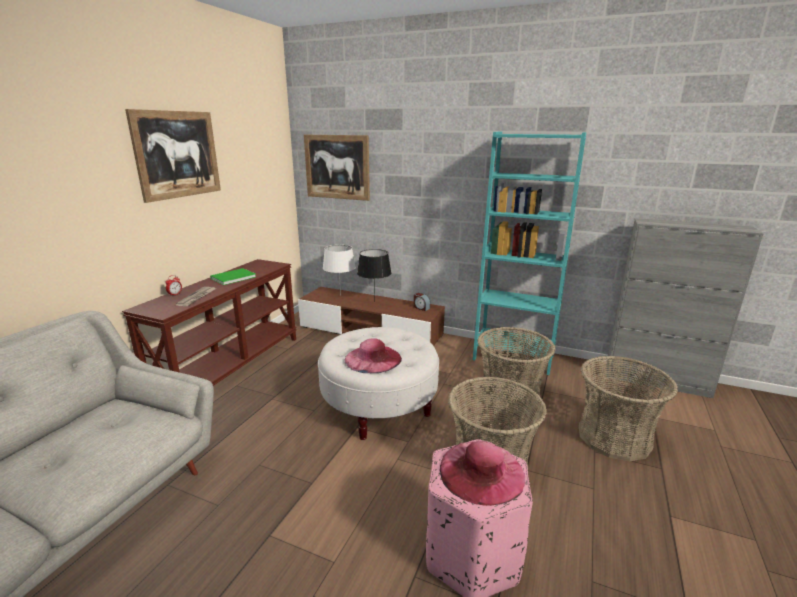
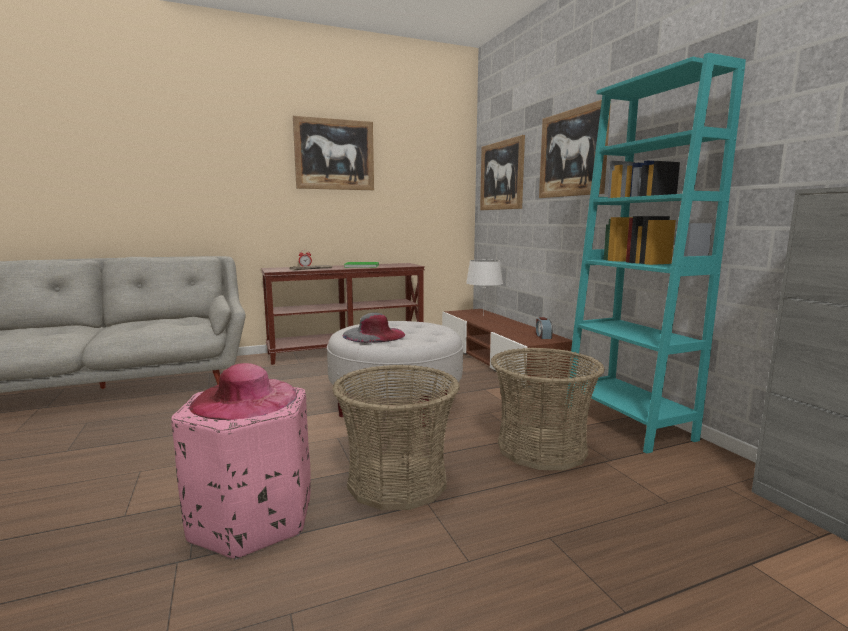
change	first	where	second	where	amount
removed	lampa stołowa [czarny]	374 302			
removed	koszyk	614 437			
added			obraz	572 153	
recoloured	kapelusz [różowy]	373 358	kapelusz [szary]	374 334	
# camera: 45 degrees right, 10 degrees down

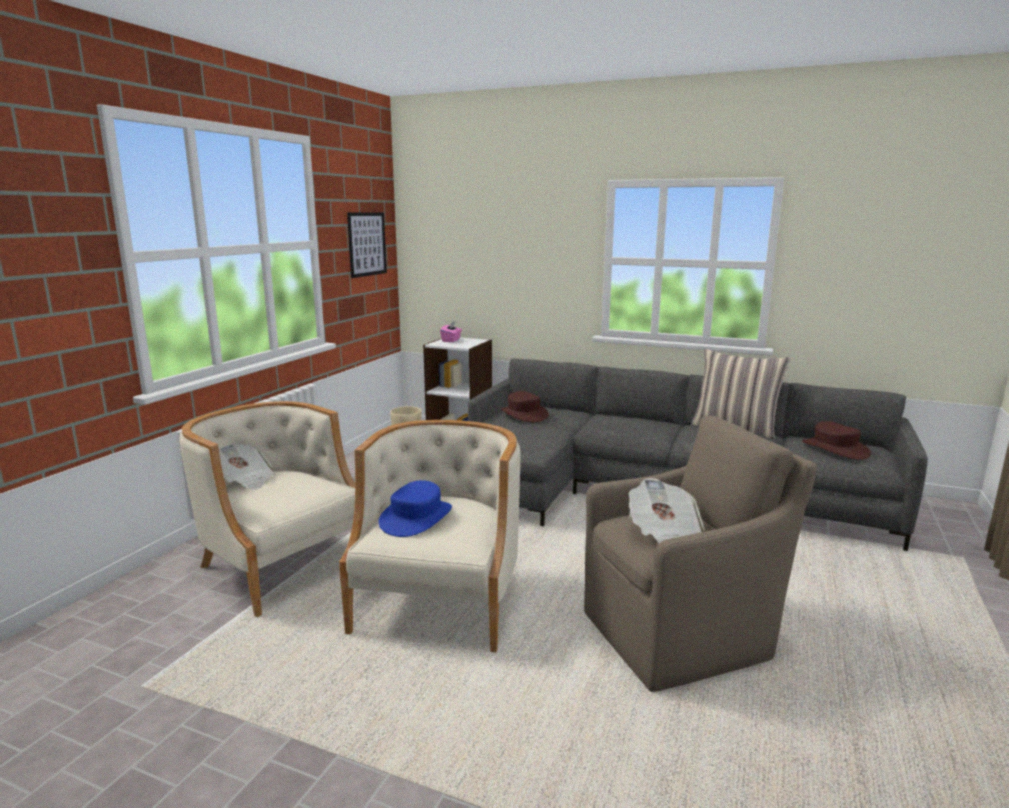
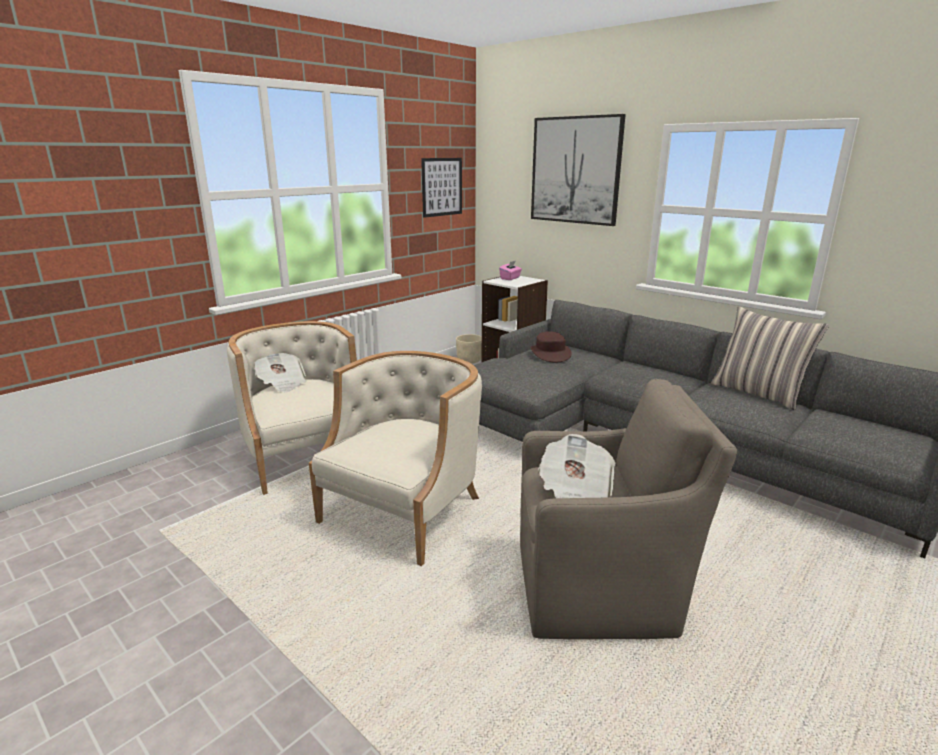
change	first	where	second	where	amount
removed	kapelusz [niebieski]	416 518			
removed	kapelusz [brązowy]	835 449			
added			obraz	575 170	
# camera: 20 degrees right, 5 degrees up

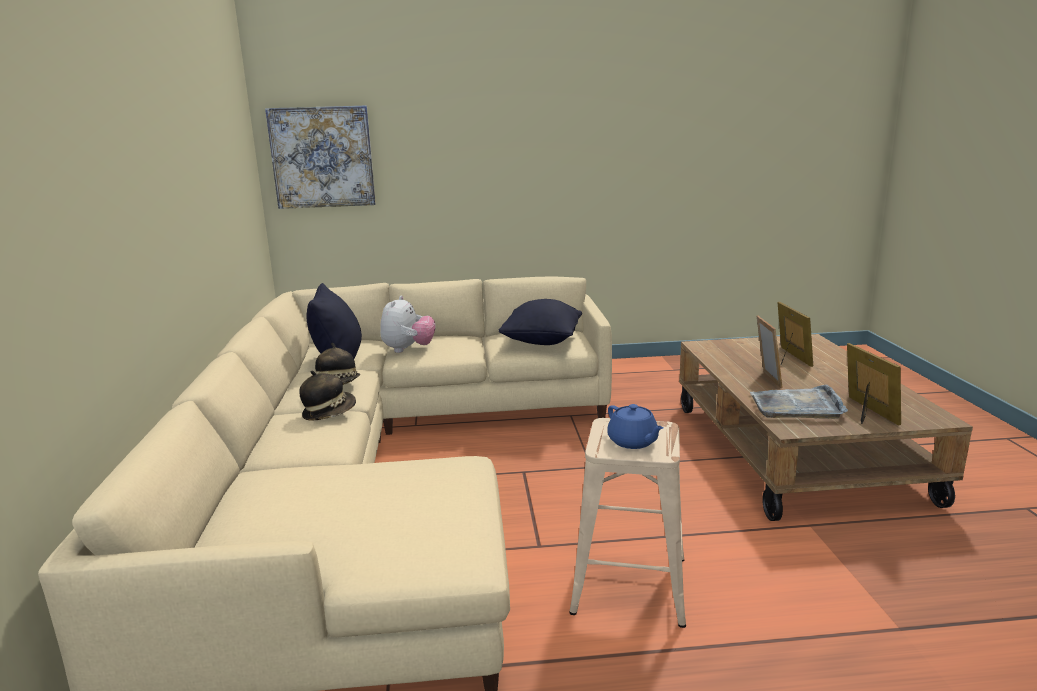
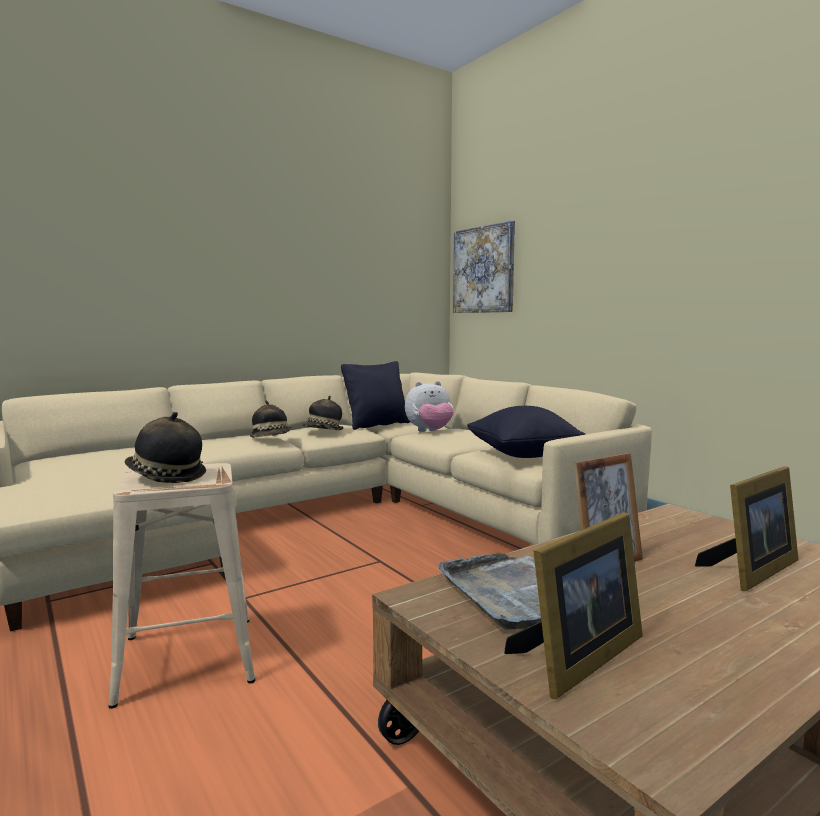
change	first	where	second	where	amount
replaced	imbryk [niebieski]	633 442	kapelusz	165 477	
# camera: 60 degrees right, 10 degrees down

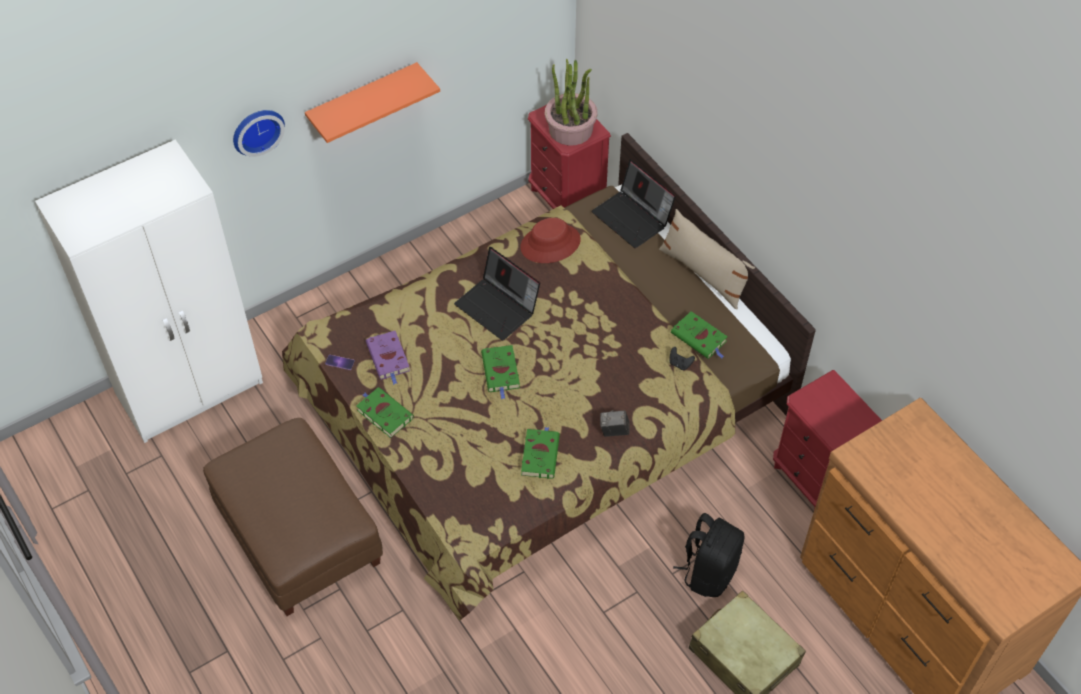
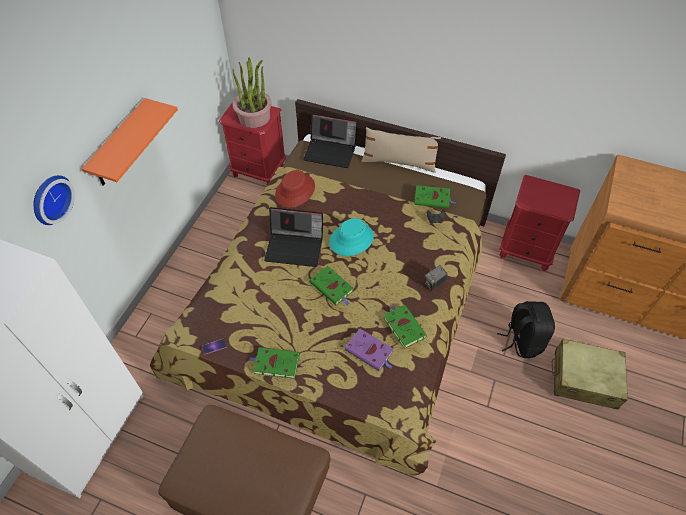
change	first	where	second	where	amount
added			kapelusz [turkusowy]	351 239	
moved	książka [fioletowy]	389 358		370 351	
# camera: 35 degrees left, 0 degrees up

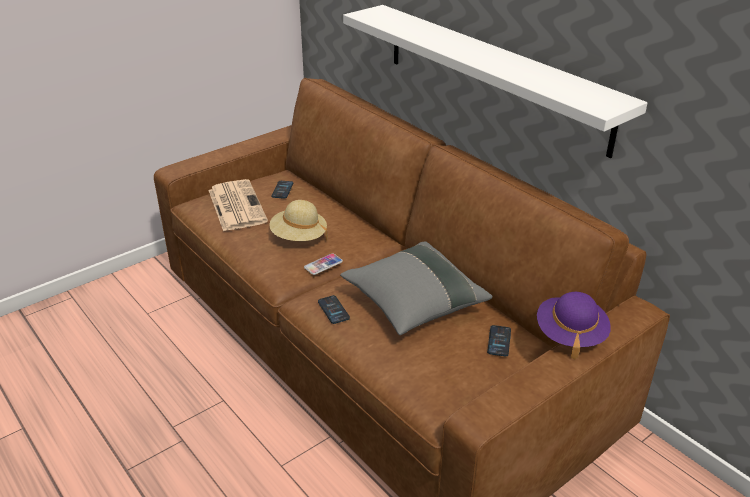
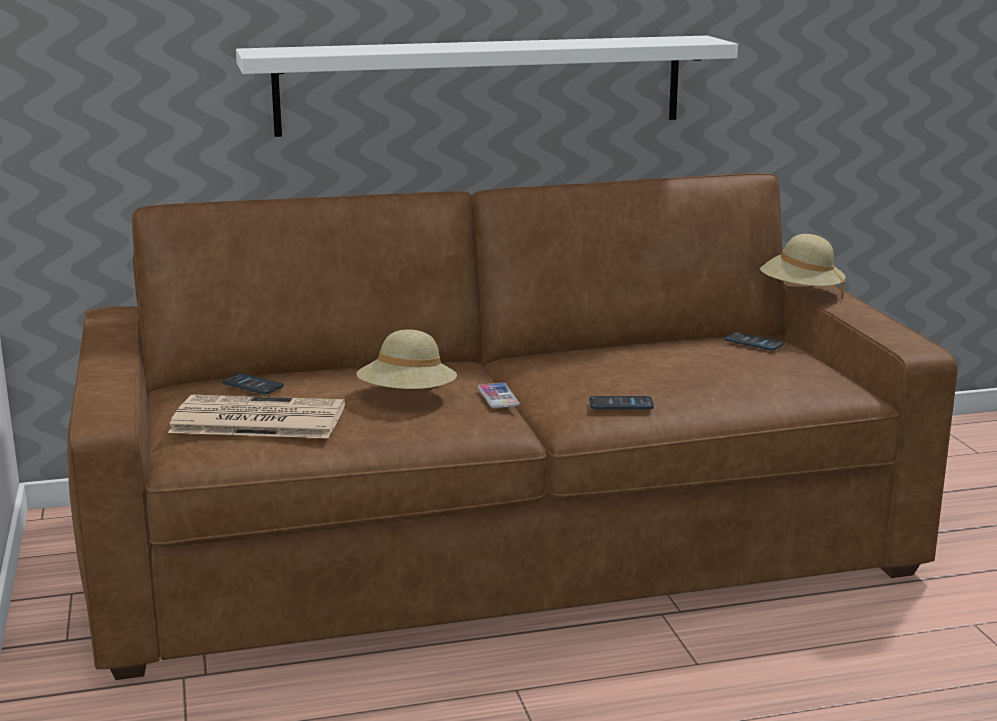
change	first	where	second	where	amount
removed	poduszka [szary]	413 303			
recoloured	kapelusz [fioletowy]	570 334	kapelusz [beżowy]	800 293	
# camera: 65 degrees left, 15 degrees down

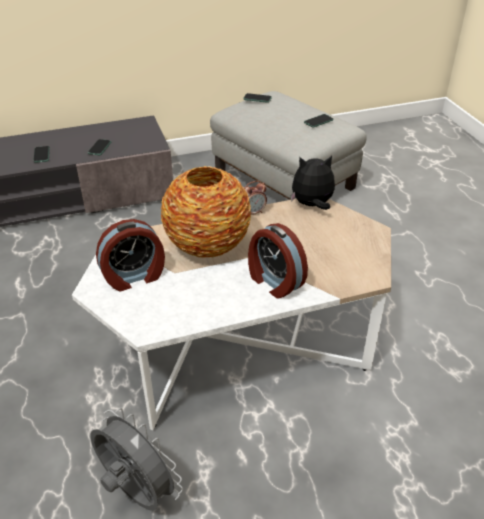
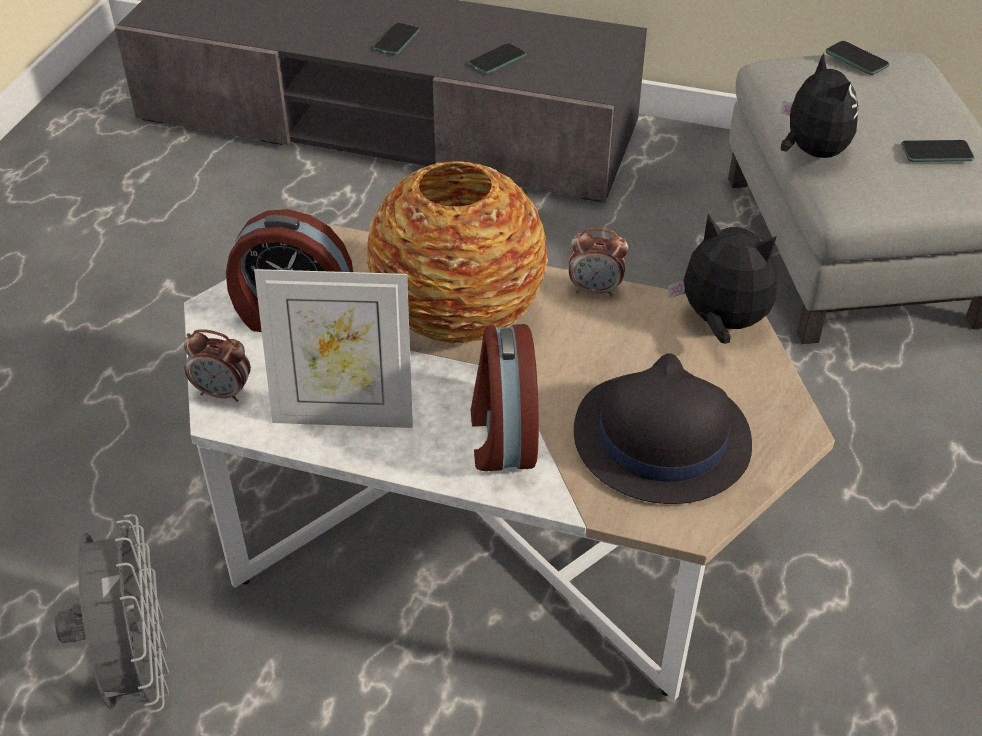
change	first	where	second	where	amount
added			budzik	223 392	
added			ramka na zdjęcie	344 414	
added			kapelusz [czarny]	660 438	
added			pluszak	811 152	
# camera: 35 degrees right, 5 degrees up

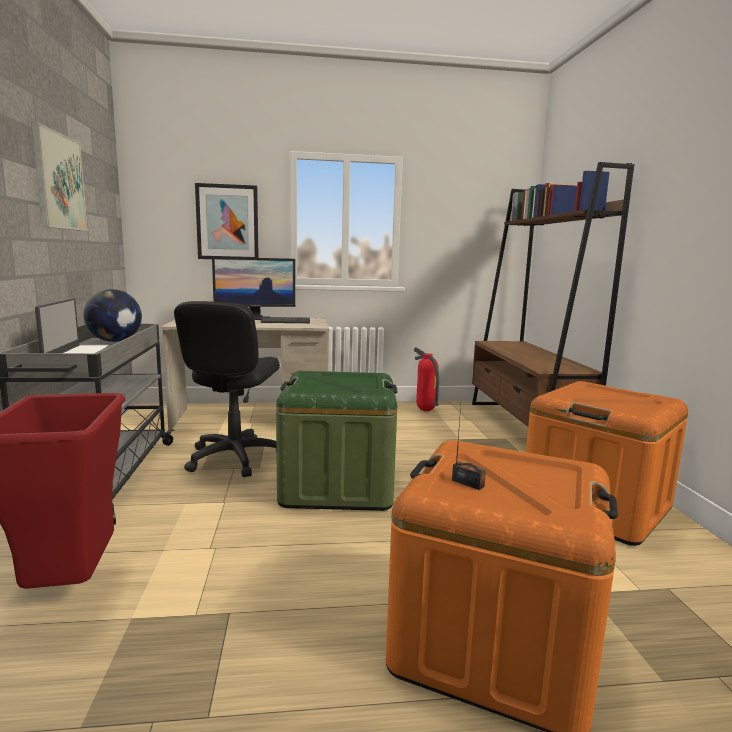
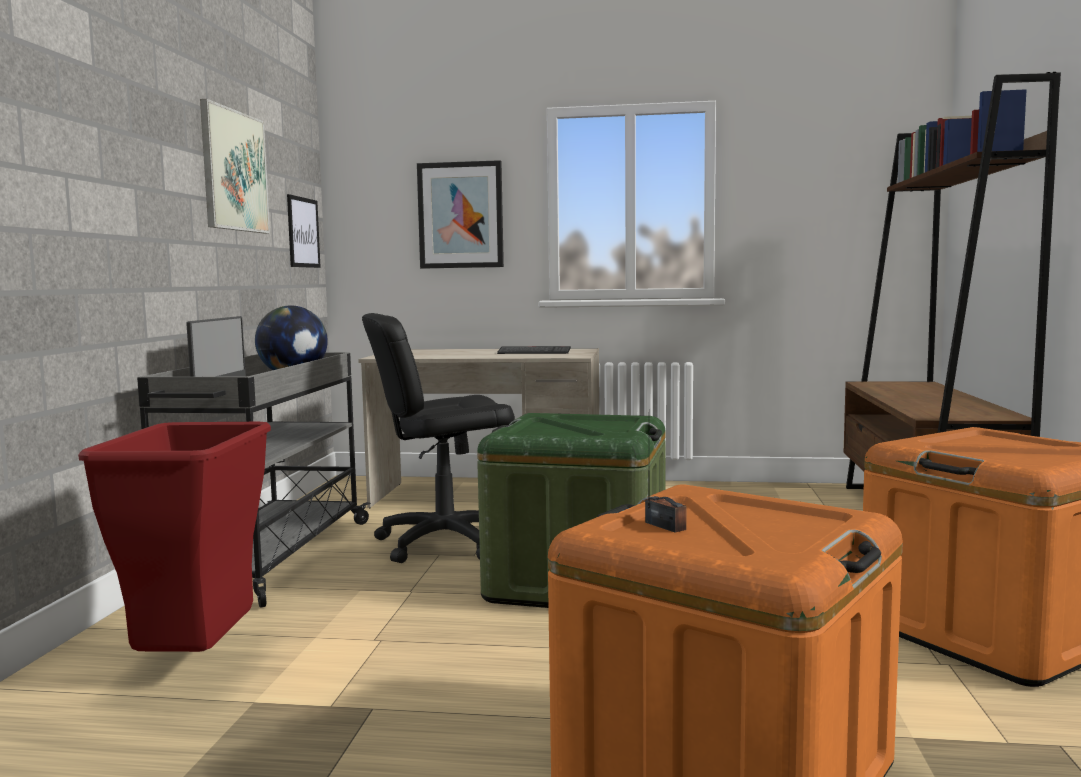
change	first	where	second	where	amount
removed	monitor	255 318			
removed	gaśnica	425 410			
added			obraz	303 232	
turned	krzesło biurowe [czarny]	234 458		444 542	45 degrees clockwise
# camera: 15 degrees right, 5 degrees down

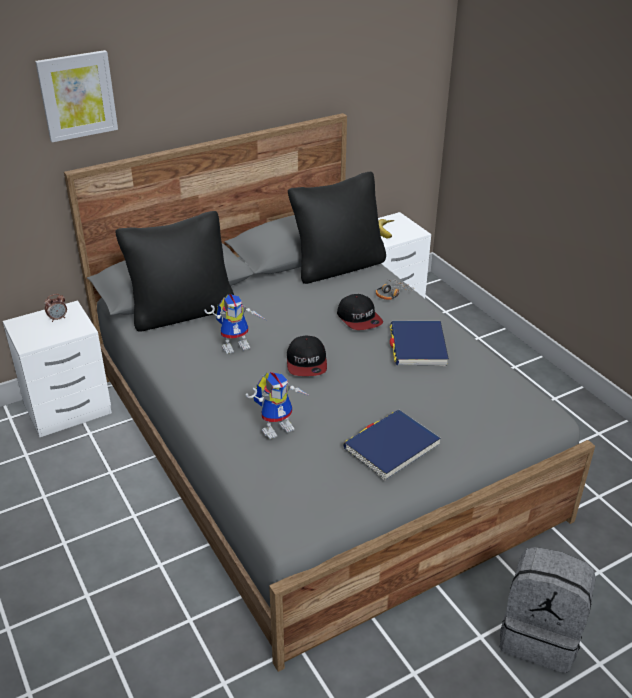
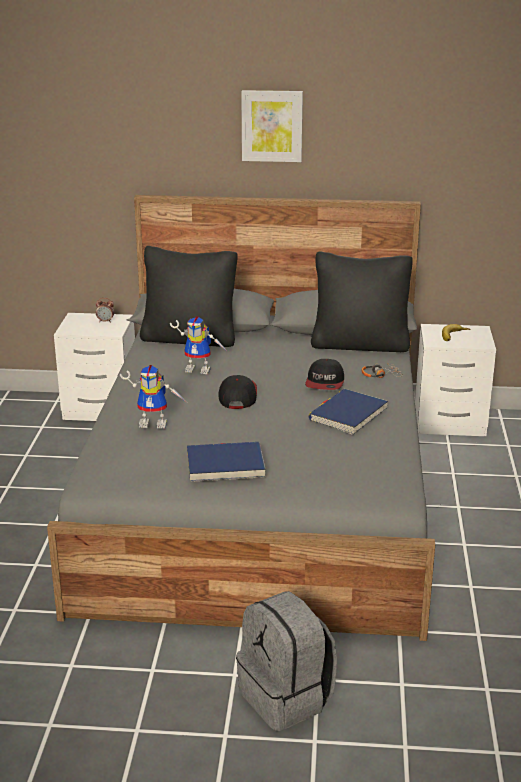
change	first	where	second	where	amount
moved	obraz	77 95		272 126	
turned	czapka z daszkiem	307 363		237 395	150 degrees clockwise
# camera: 35 degrees right, 10 degrees down

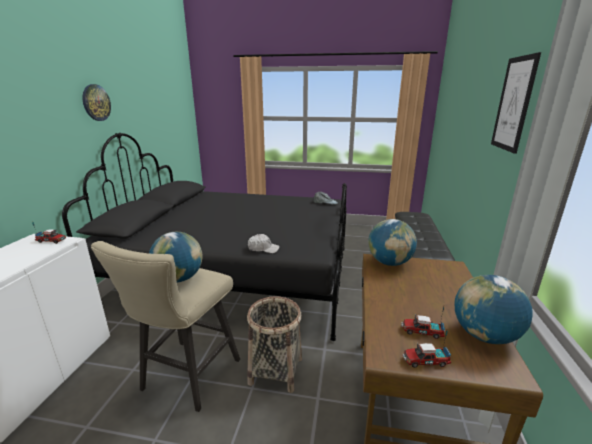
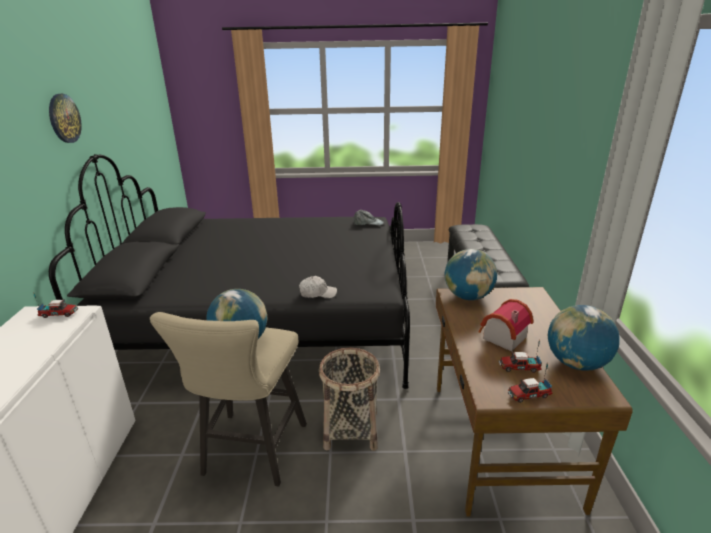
change	first	where	second	where	amount
removed	obraz	513 104			
added			domek	501 337	
# camera: 10 degrees left, 5 degrees up

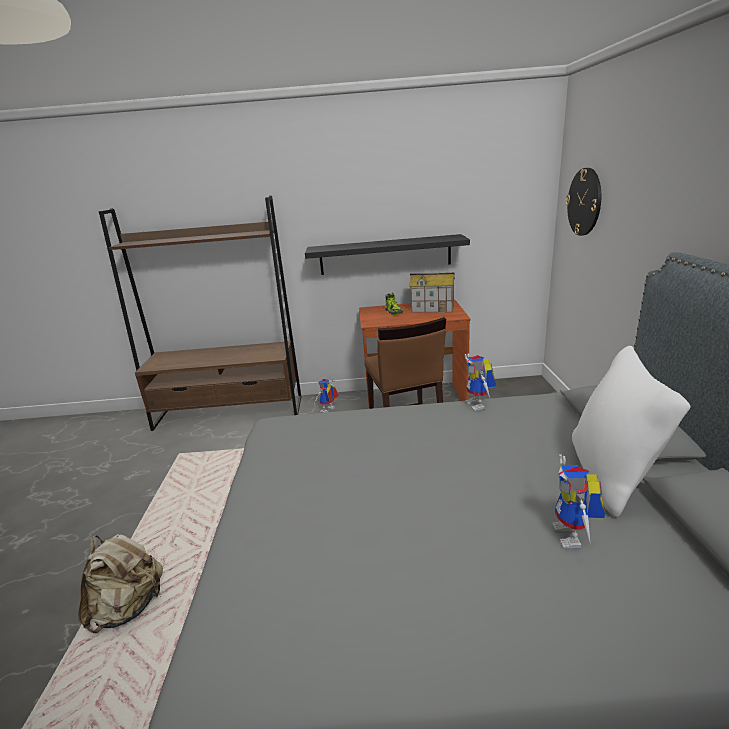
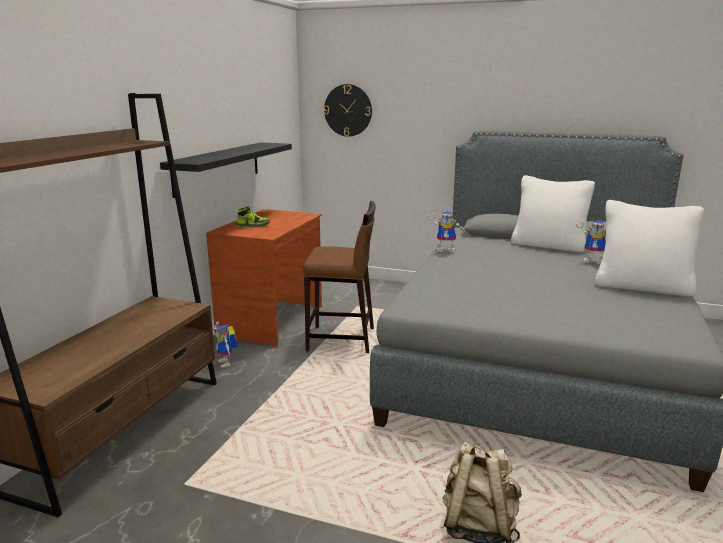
change	first	where	second	where	amount
removed	domek	433 308			
added			poduszka [biały]	642 287	
# camera: 70 degrees left, 5 degrees down

